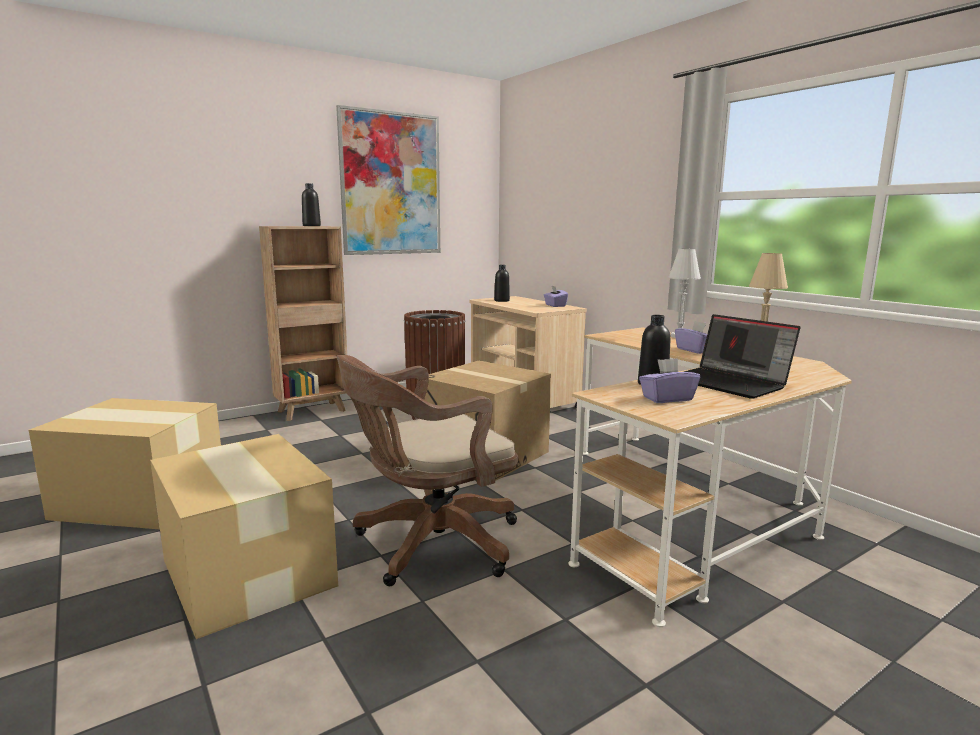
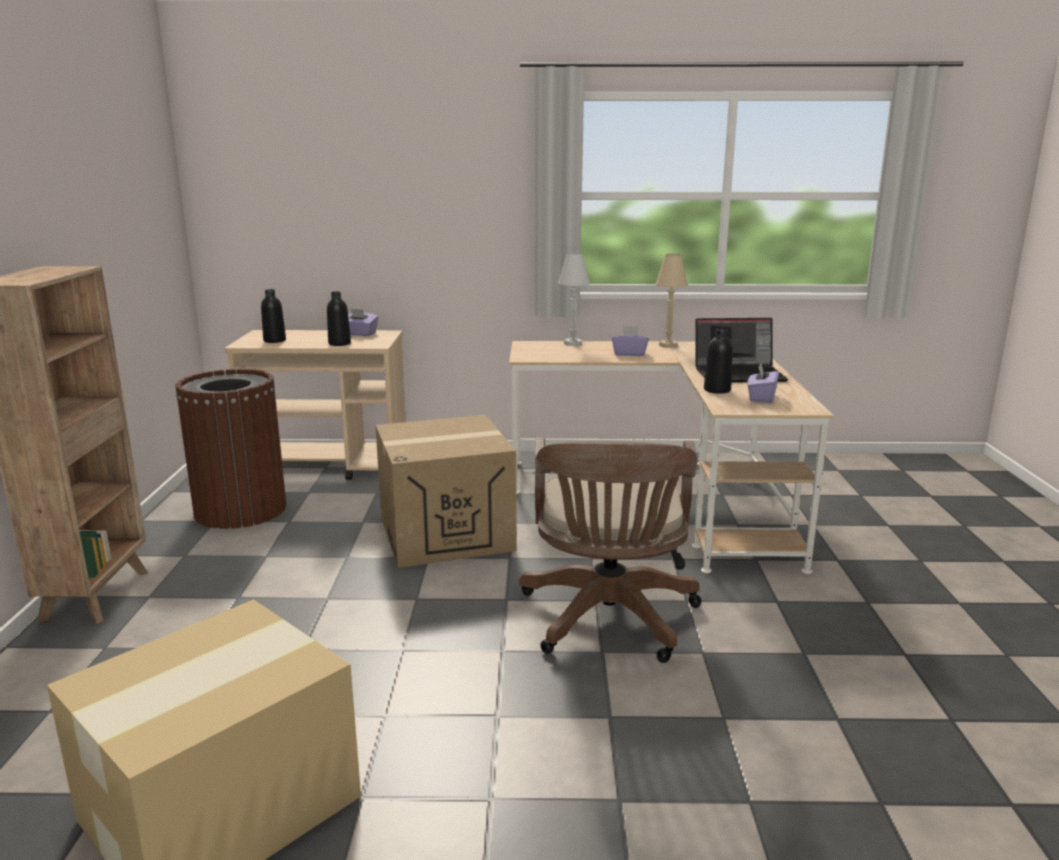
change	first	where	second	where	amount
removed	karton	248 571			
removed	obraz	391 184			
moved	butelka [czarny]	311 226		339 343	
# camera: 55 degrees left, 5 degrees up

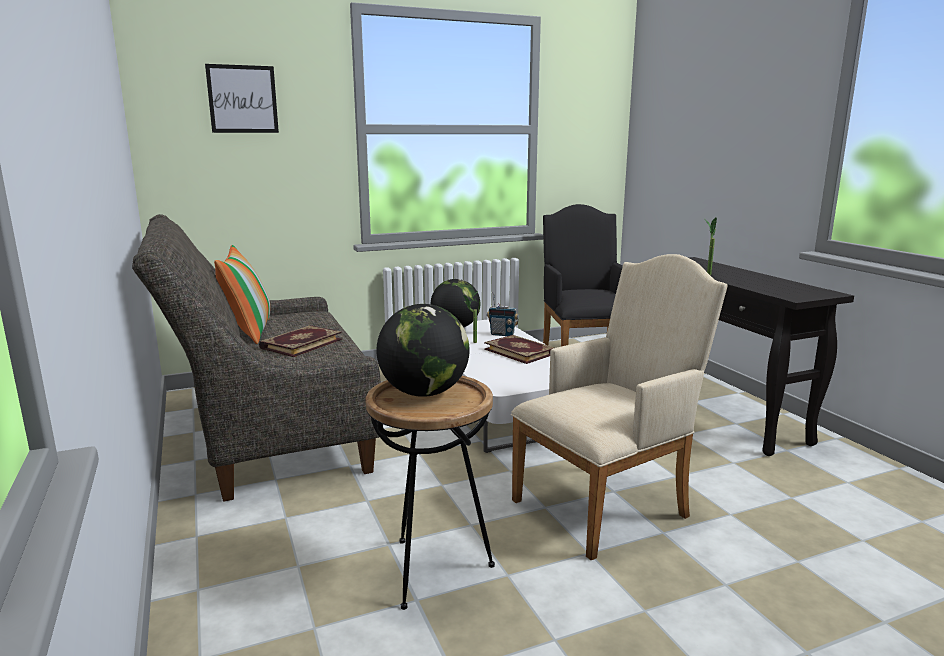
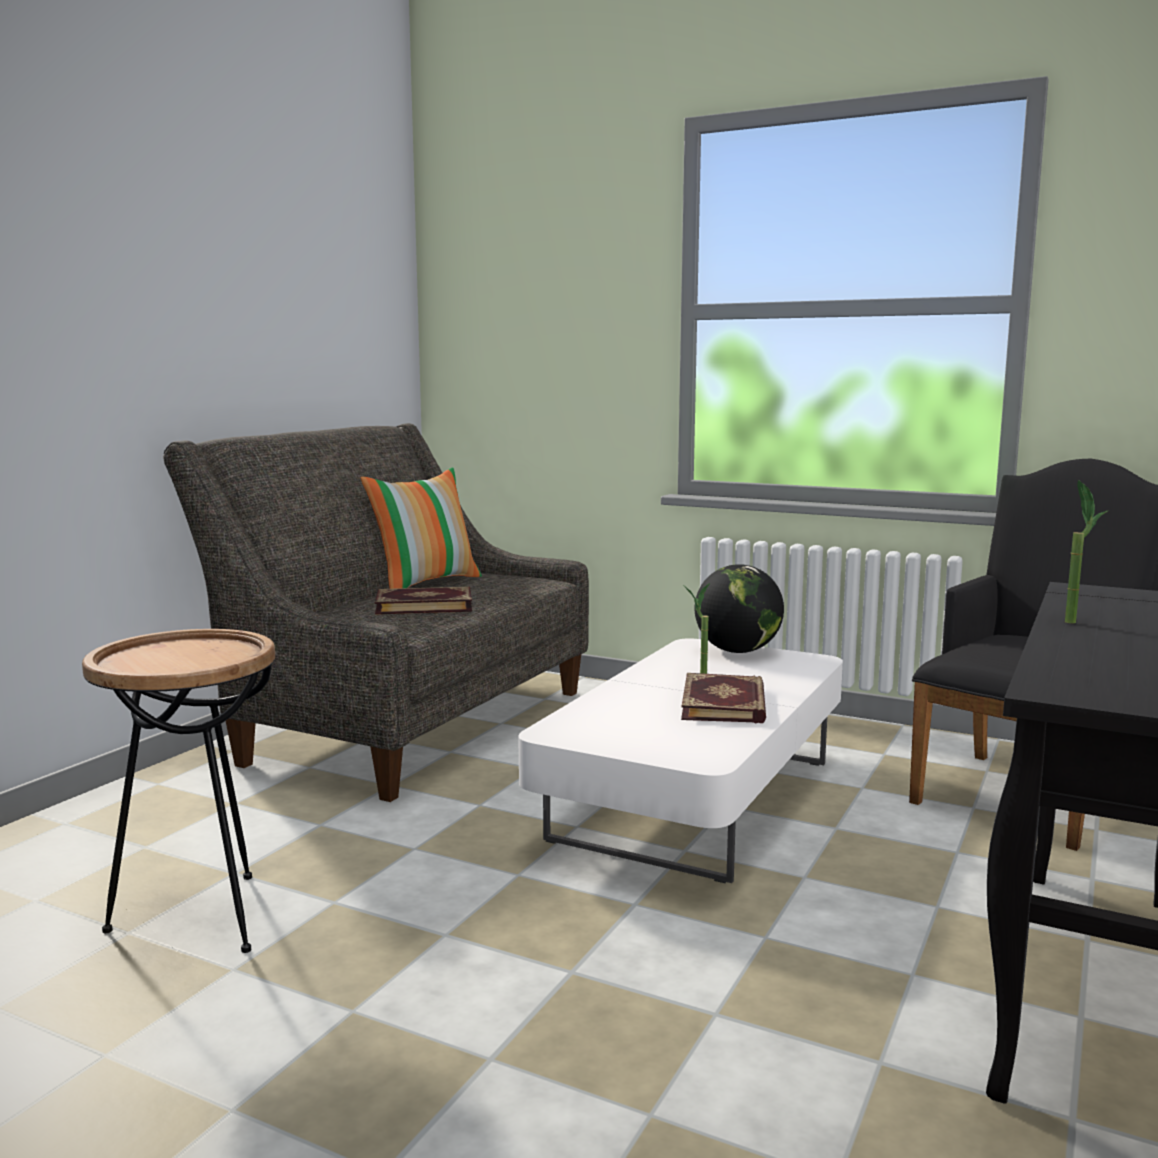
change	first	where	second	where	amount
removed	obraz	242 99			
removed	globus	424 393			
removed	radio	502 334			
removed	fotel [beżowy]	608 505			
# camera: 50 degrees right, 5 degrees down

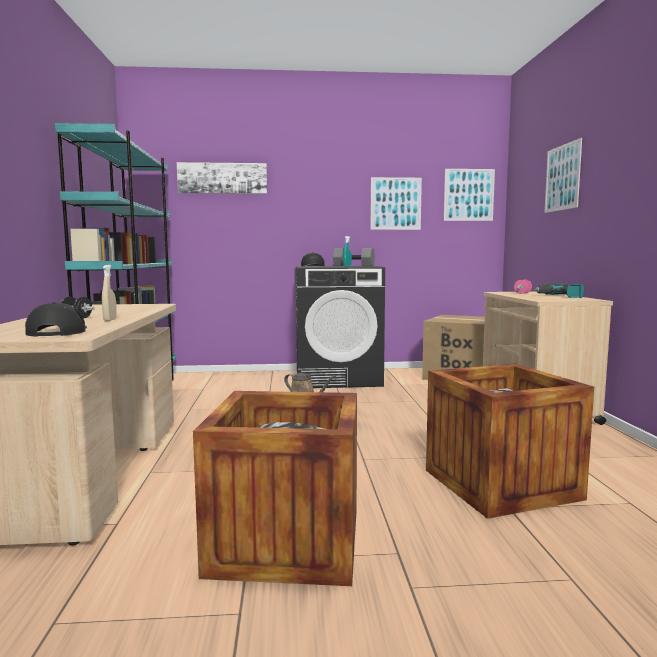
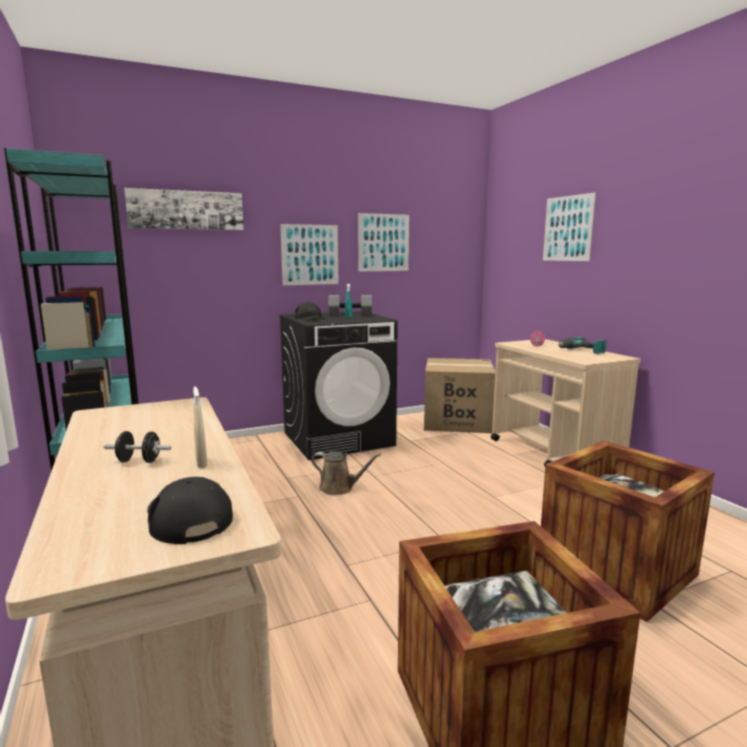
change	first	where	second	where	amount
moved	obraz	469 195		310 255	
# camera: 20 degrees left, 5 degrees up

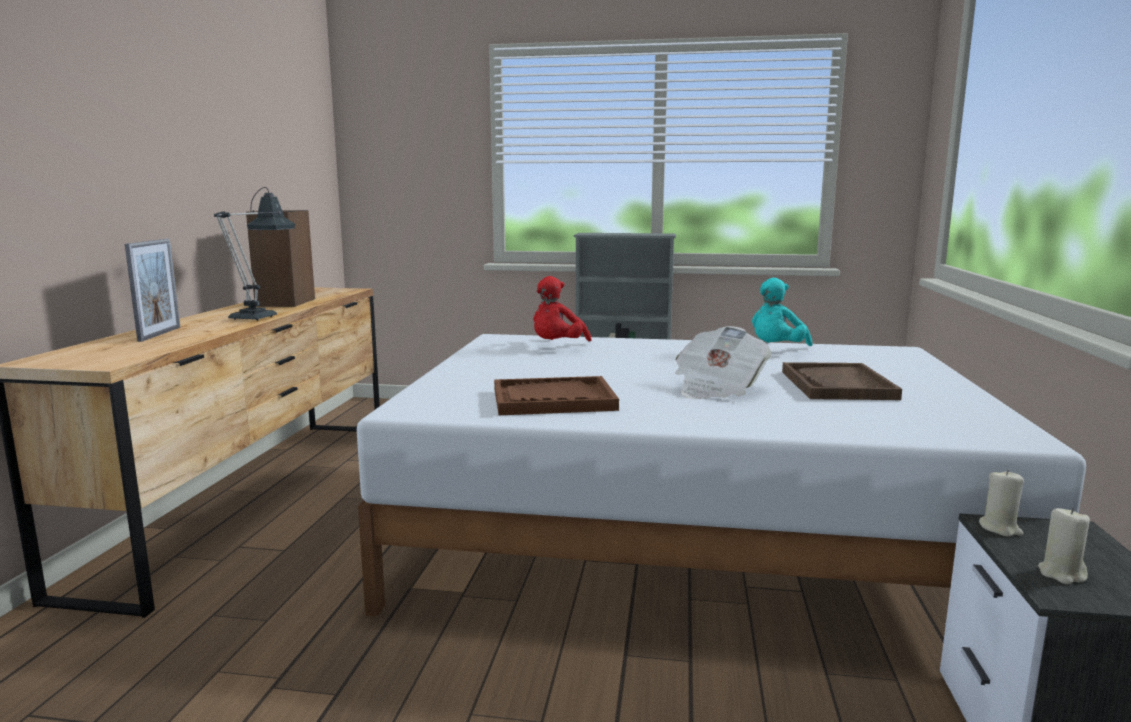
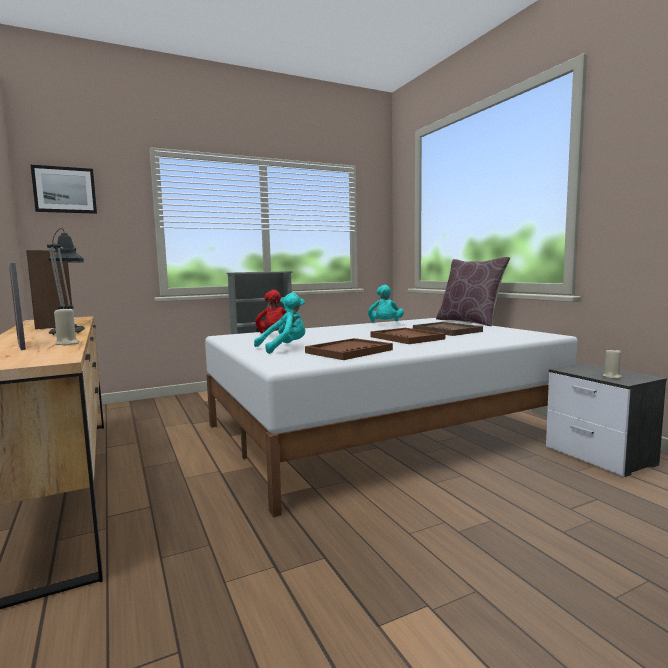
change	first	where	second	where	amount
added			obraz	65 190	
added			pluszak [turkusowy]	284 348	
added			poduszka [brązowy]	469 322	
moved	świeca [beżowy]	1000 528		67 344	
replaced	gazeta	717 389	taca [brązowy]	407 338	
# camera: 35 degrees left, 5 degrees down

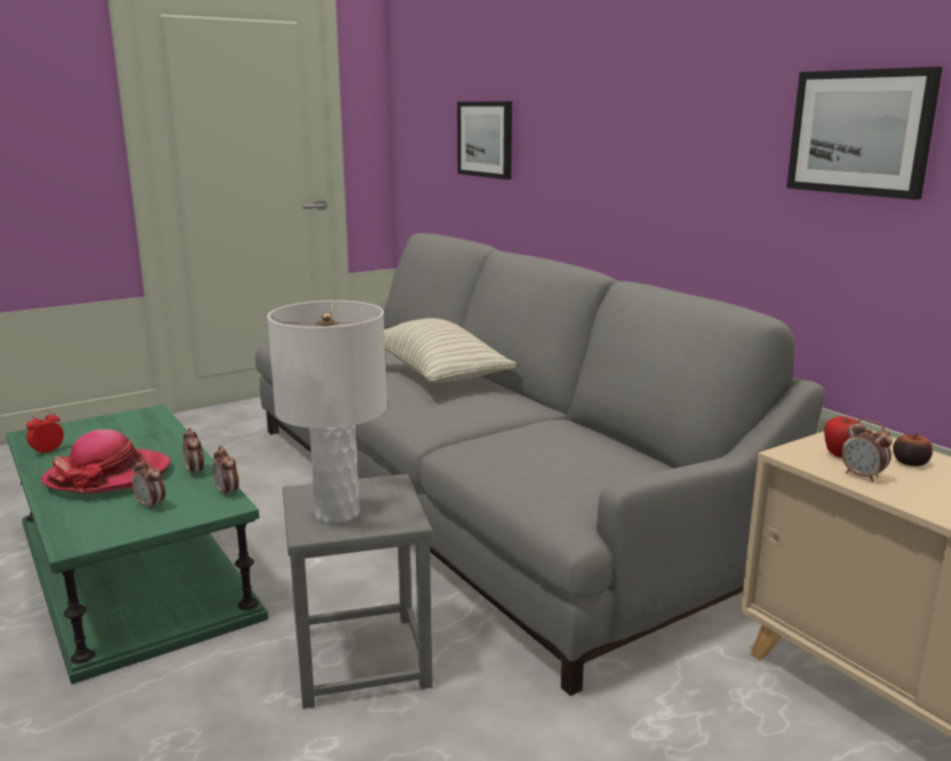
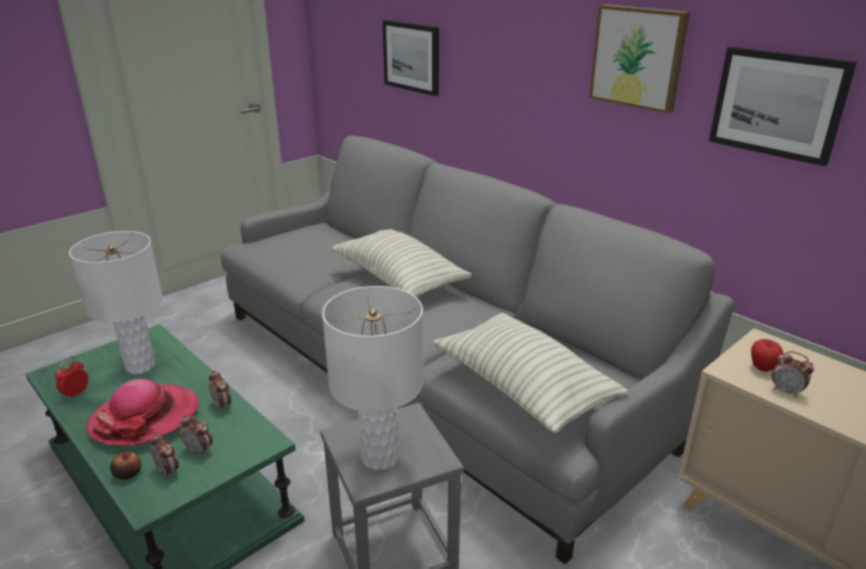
change	first	where	second	where	amount
added			lampa stołowa [biały]	140 366	
added			poduszka	523 387	
added			obraz	639 57	
moved	budzik	227 492		168 471	
moved	jabłko	910 462		128 473	
# camera: 10 degrees left, 10 degrees up

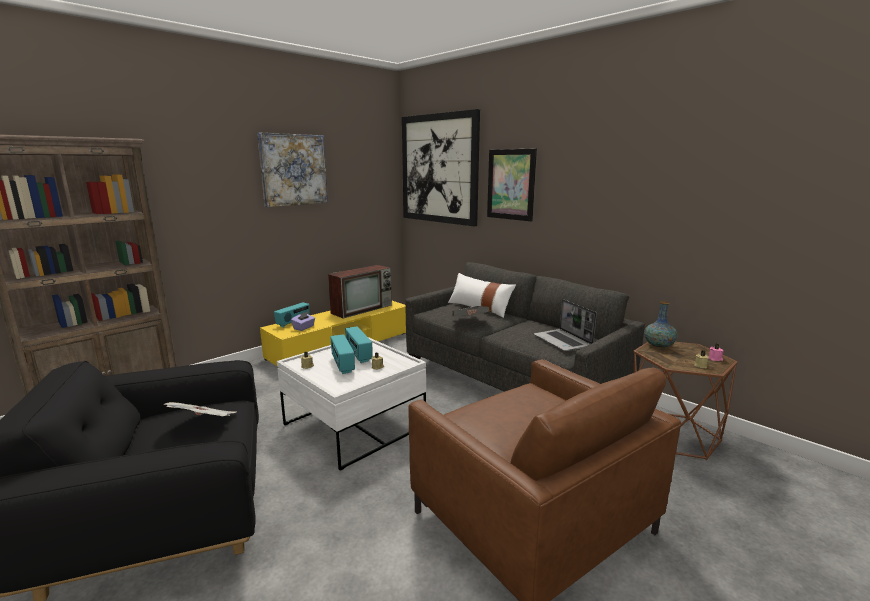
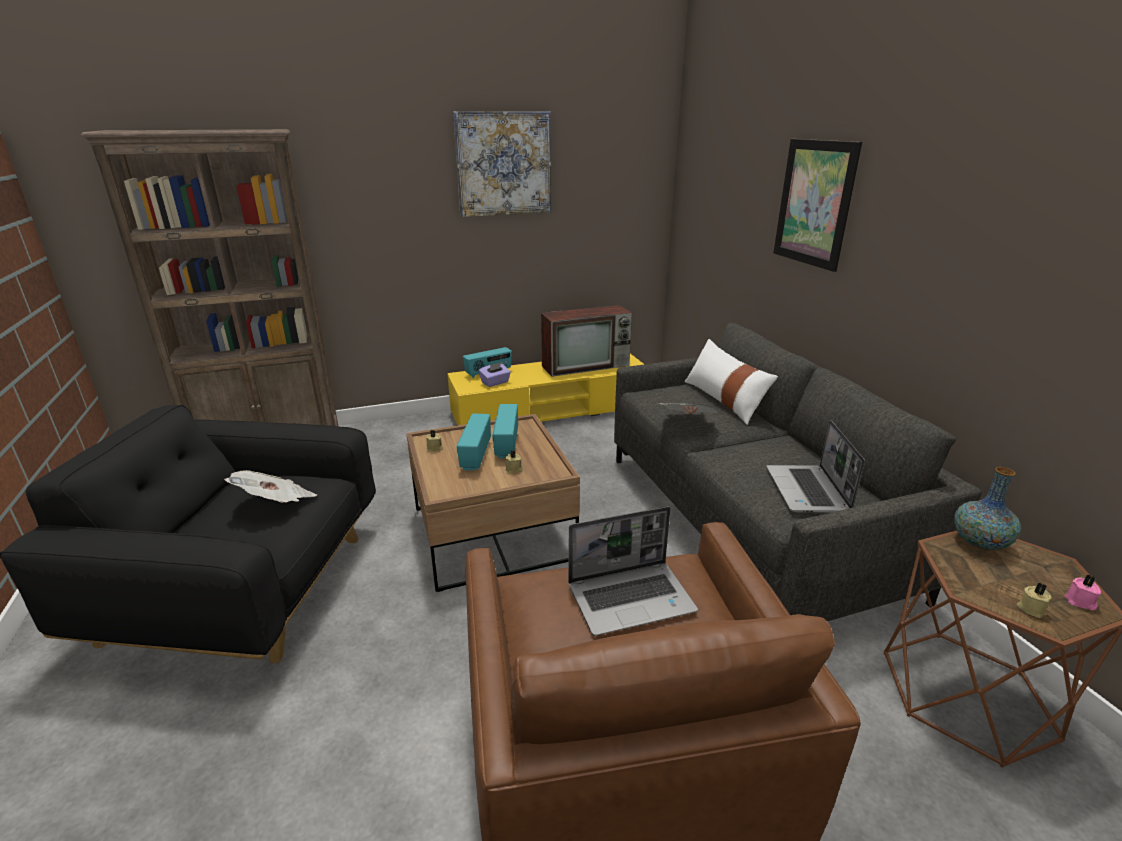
change	first	where	second	where	amount
removed	obraz	439 169			
added			laptop	631 598	
recoloured	ława [biały]	354 425	ława [brązowy]	492 533	
# camera: 25 degrees right, 10 degrees up

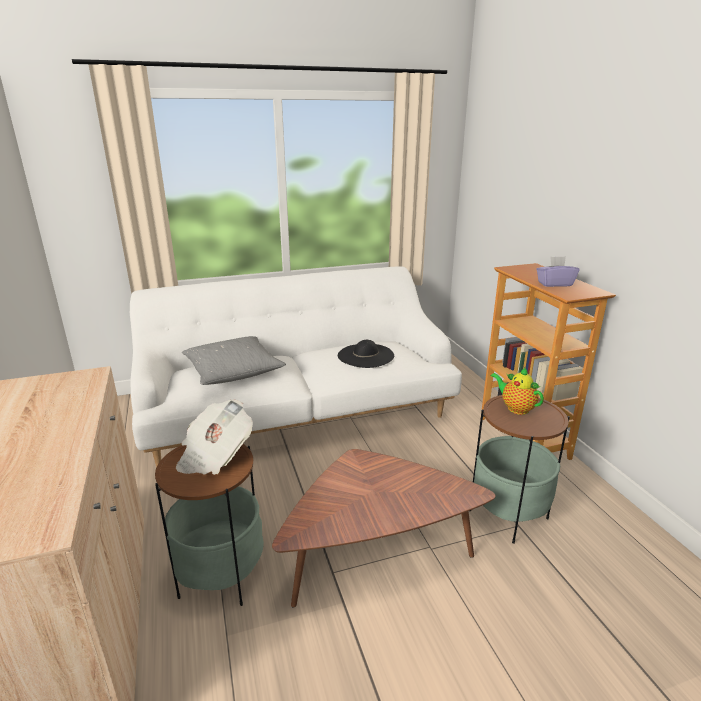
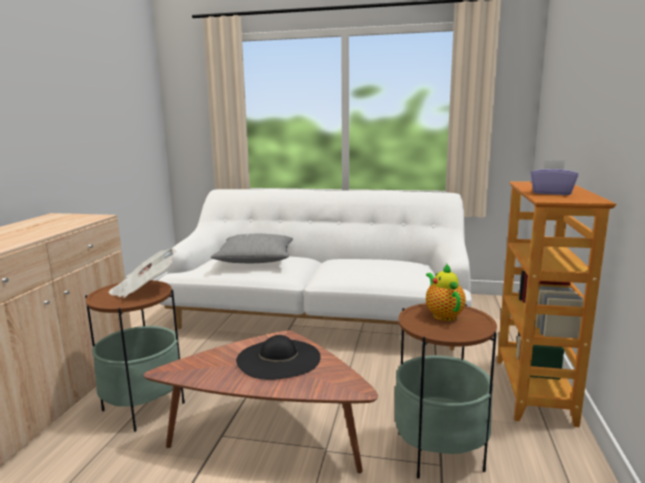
change	first	where	second	where	amount
moved	kapelusz [czarny]	365 355		278 359	
# camera: 30 degrees right, 10 degrees down

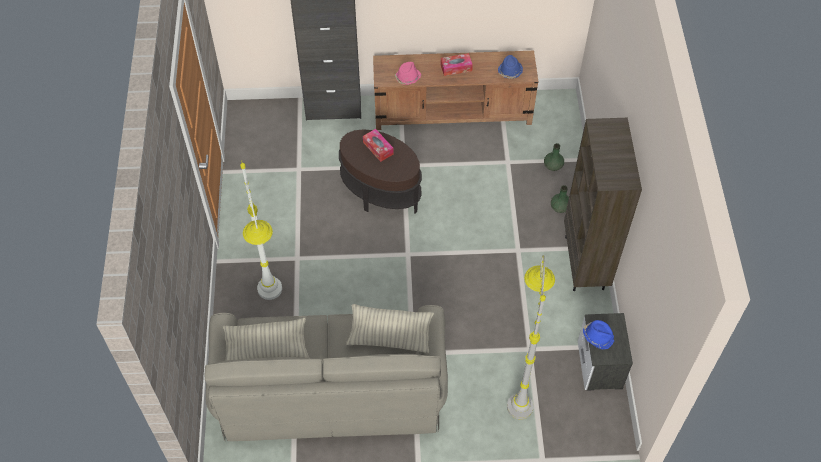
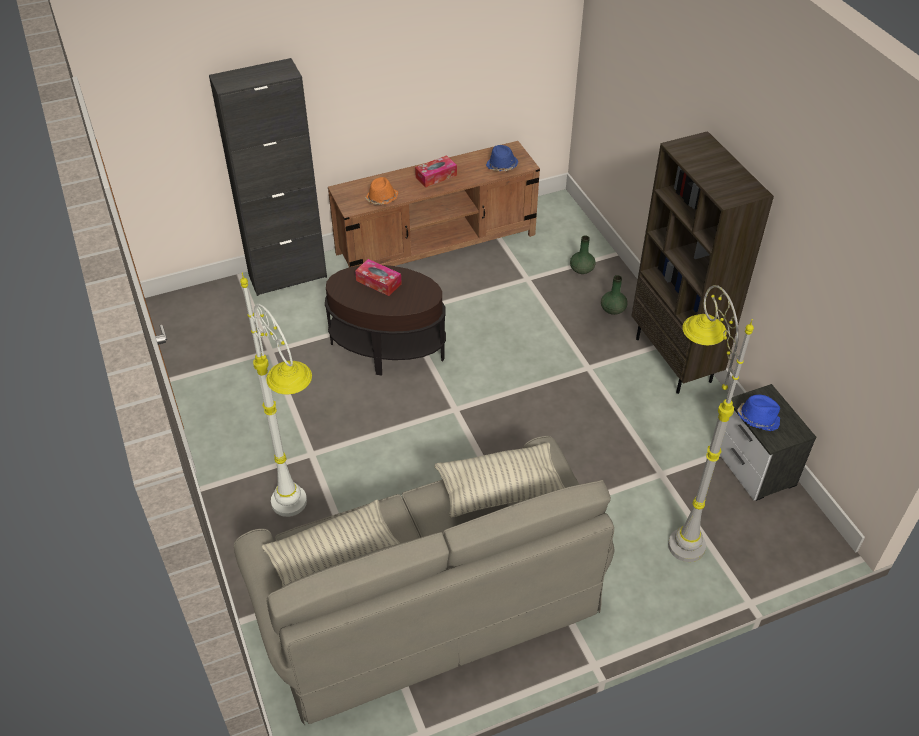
change	first	where	second	where	amount
recoloured	kapelusz [różowy]	407 78	kapelusz [pomarańczowy]	382 199	
# camera: 20 degrees left, 10 degrees down

